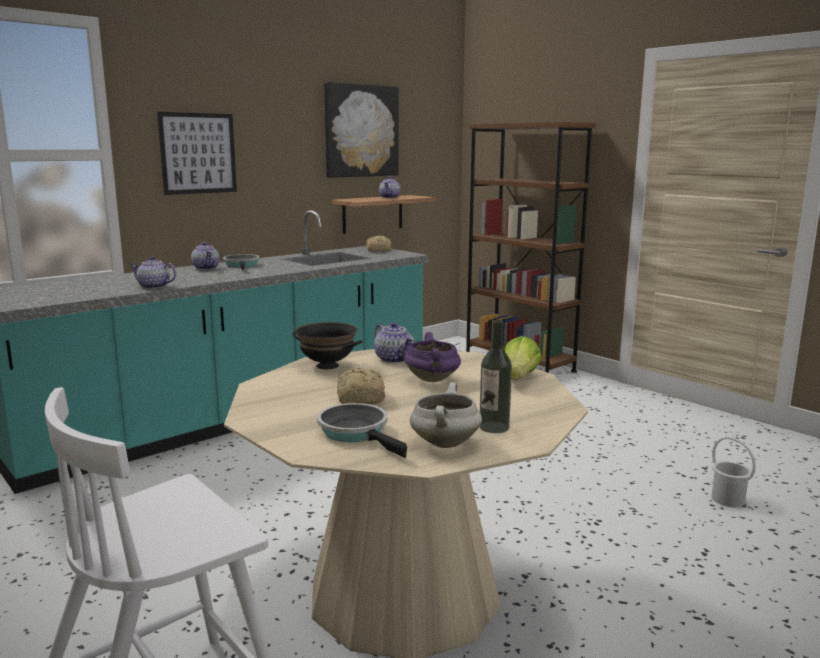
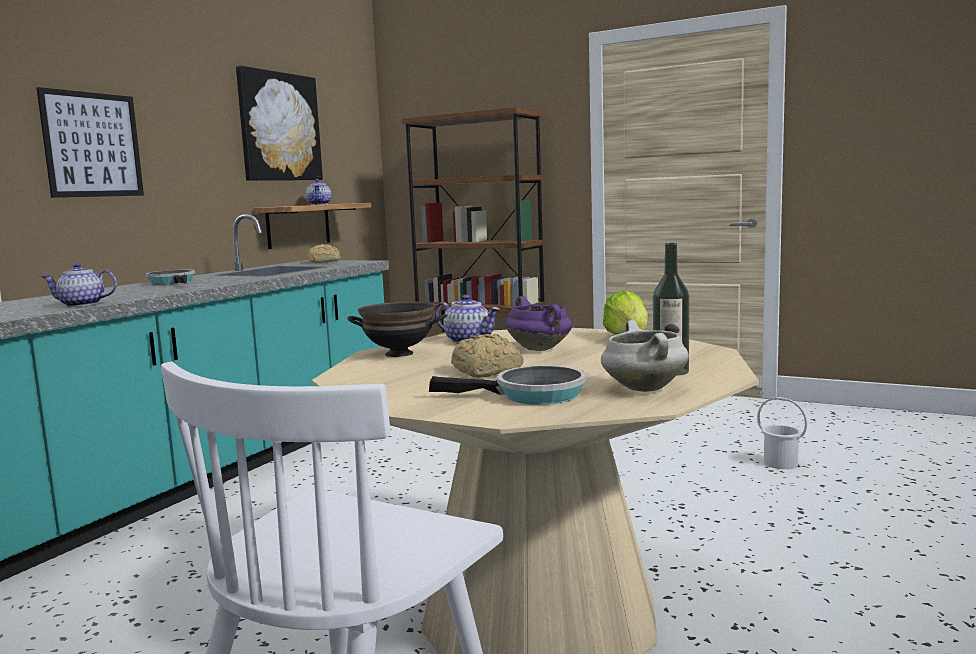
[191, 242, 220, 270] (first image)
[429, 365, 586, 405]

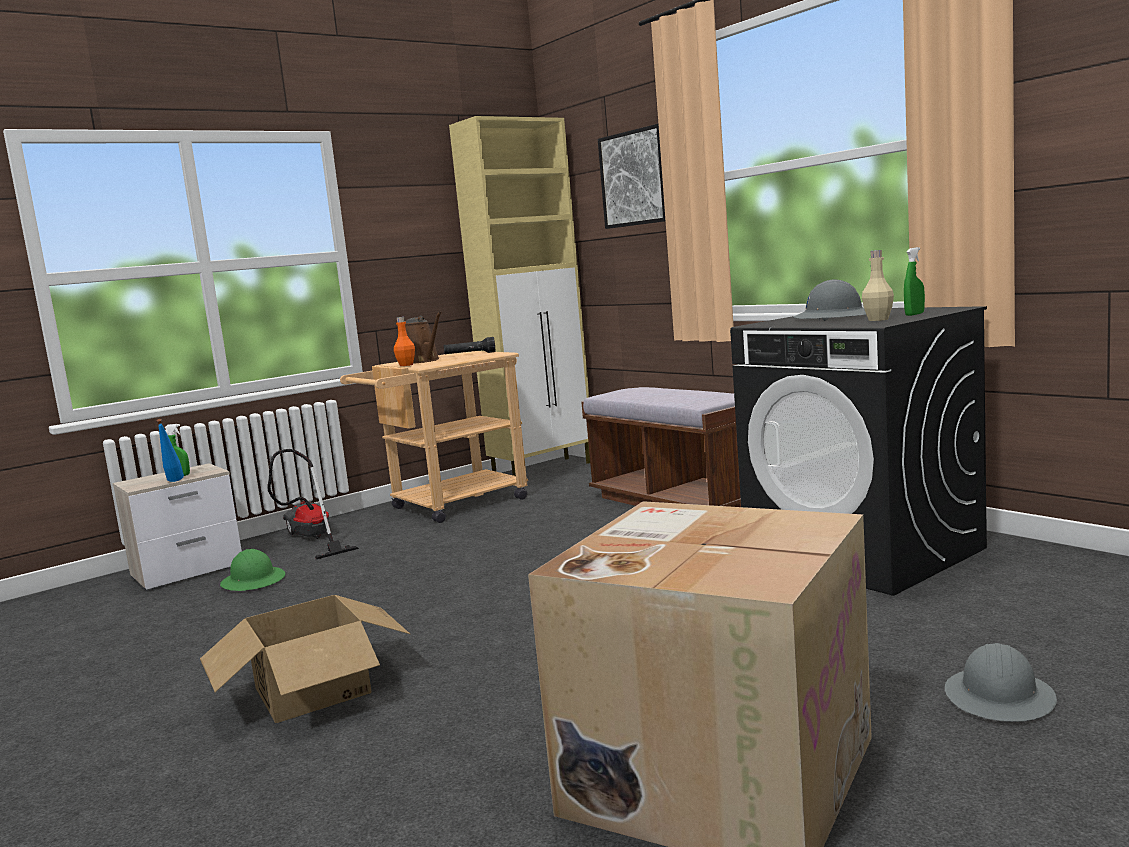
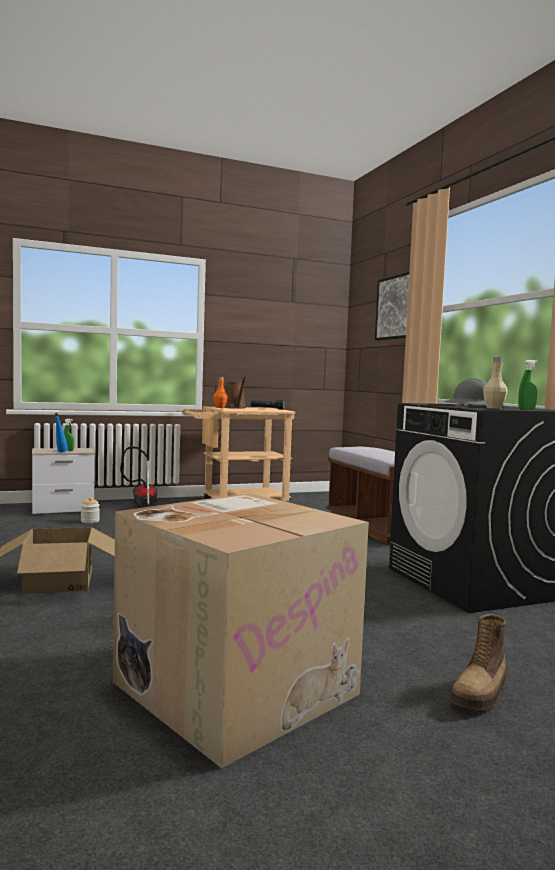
[449, 116, 590, 476] (first image)
[81, 497, 100, 523]
[450, 614, 506, 710]

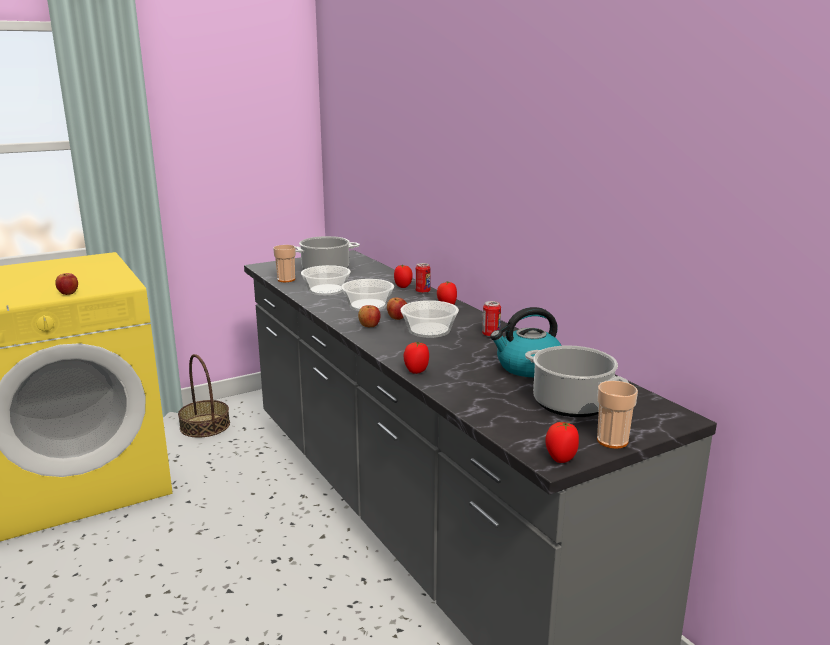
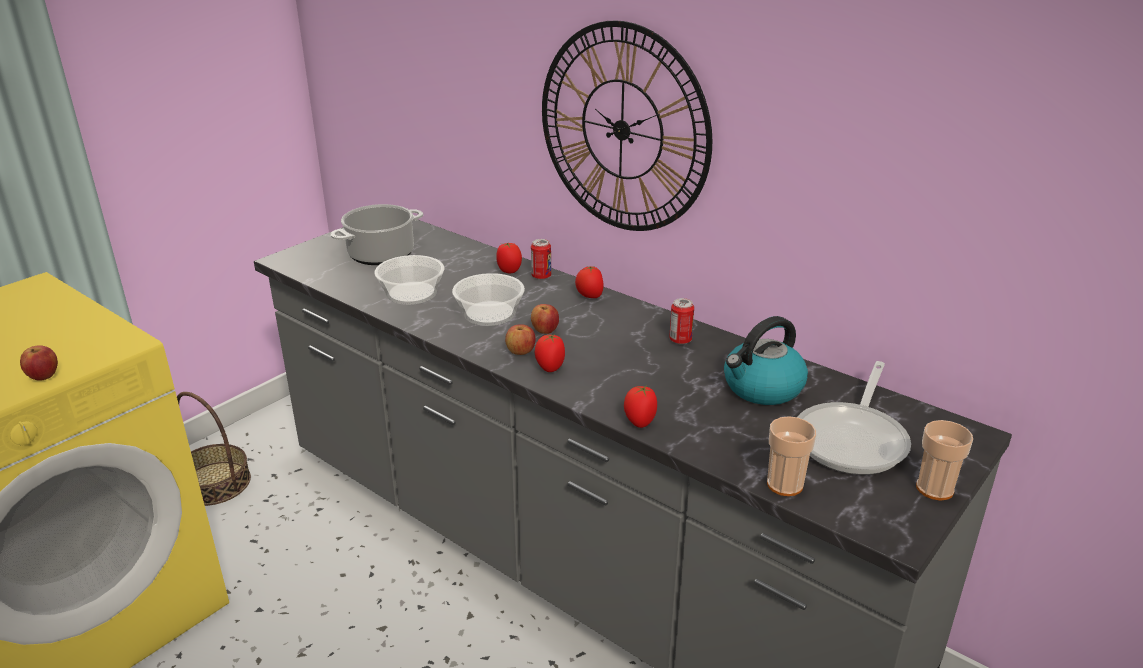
[400, 300, 459, 338] (first image)
[542, 20, 712, 231]
[767, 416, 816, 496]
[535, 334, 565, 372]
[798, 361, 911, 475]

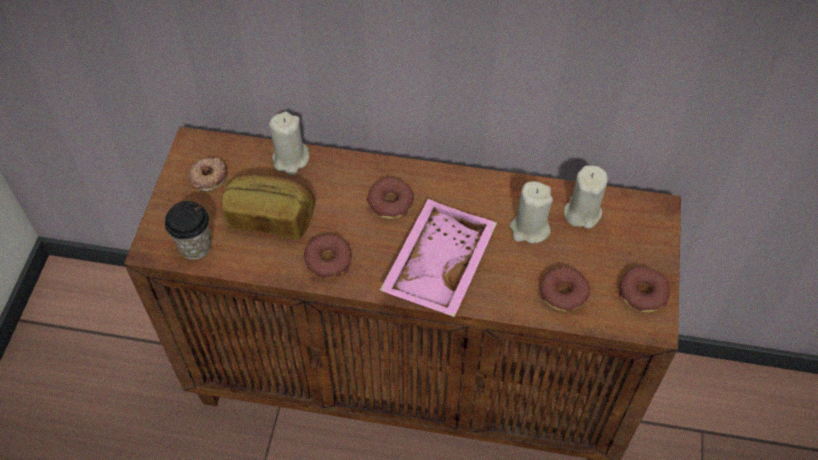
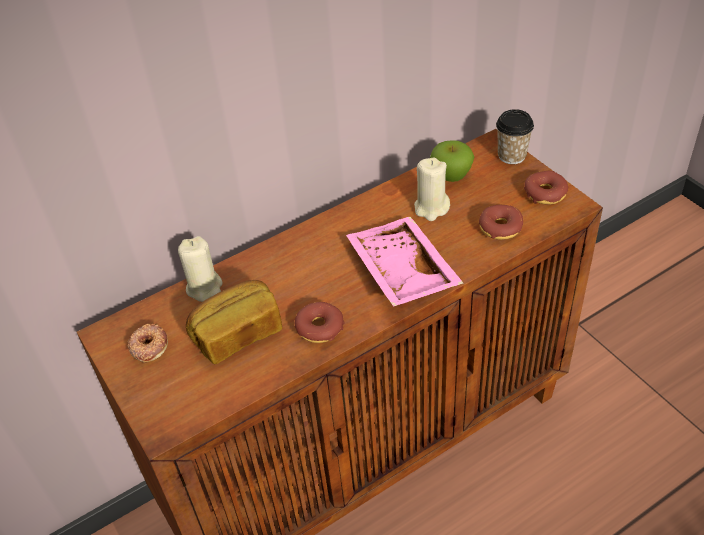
[367, 177, 414, 219] (first image)
[496, 109, 534, 164]
[430, 140, 474, 182]

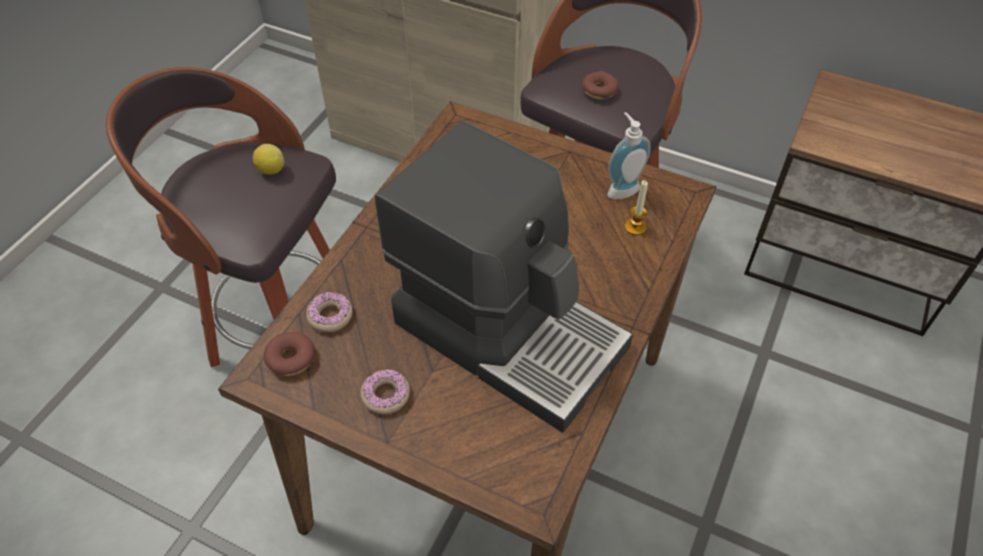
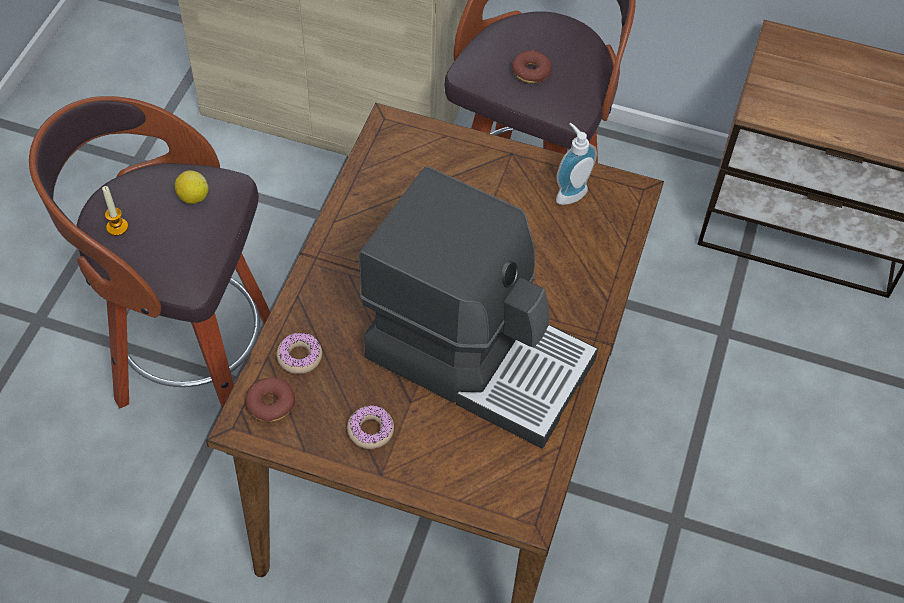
[102, 186, 128, 236]

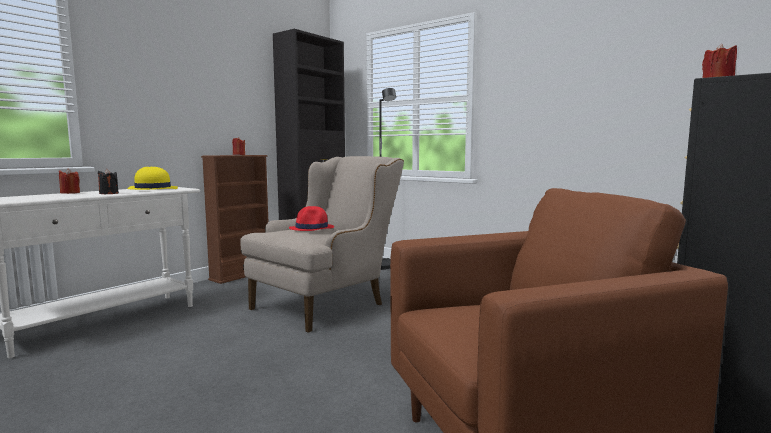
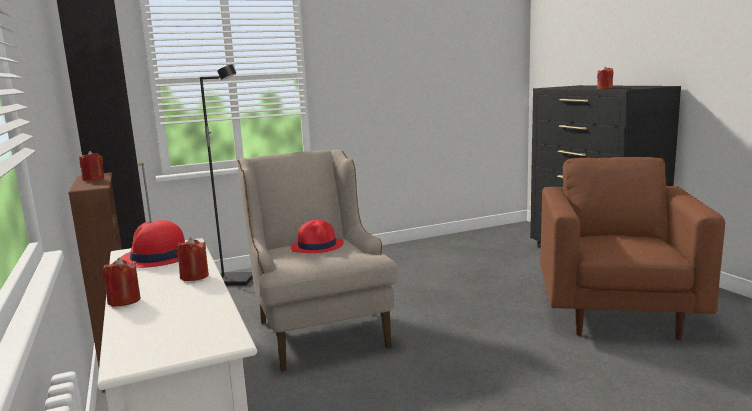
[176, 237, 209, 281]
[120, 220, 185, 268]

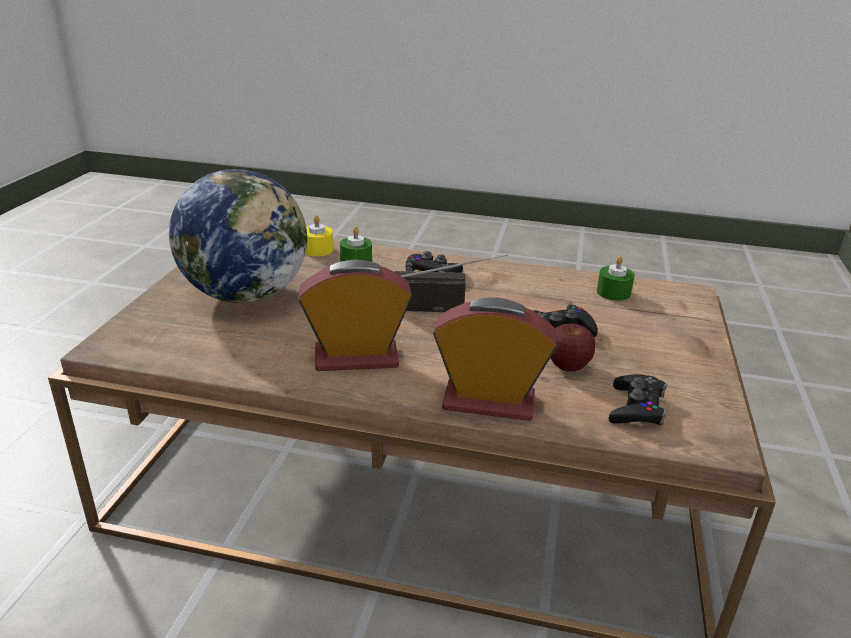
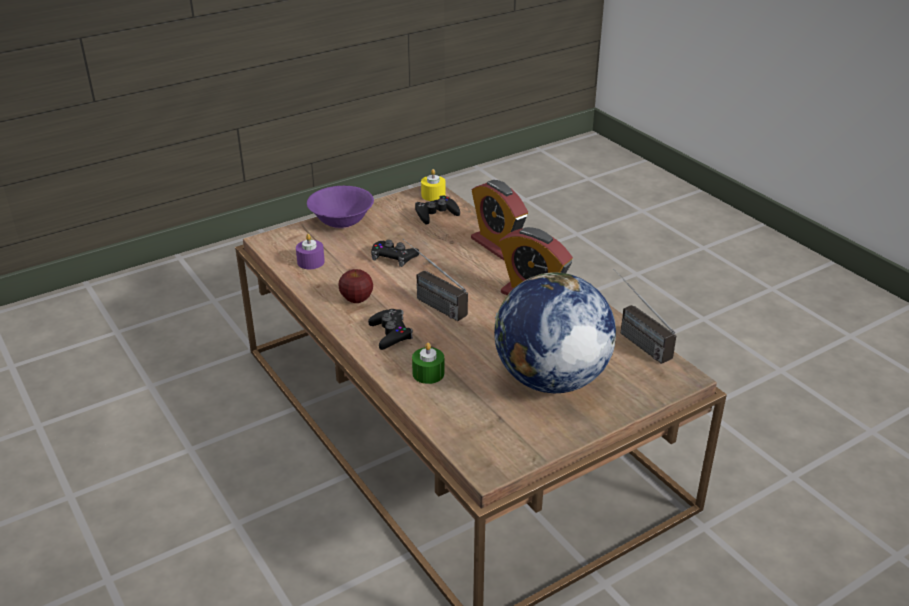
[307, 186, 374, 229]
[614, 269, 676, 364]
[421, 169, 446, 201]
[339, 269, 373, 303]
[296, 234, 325, 269]

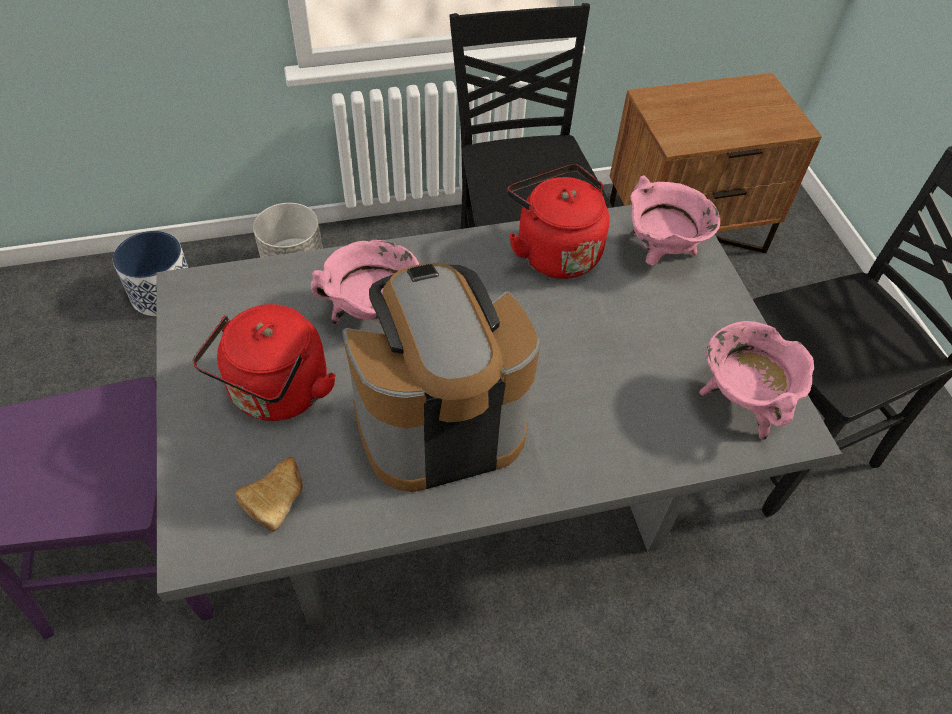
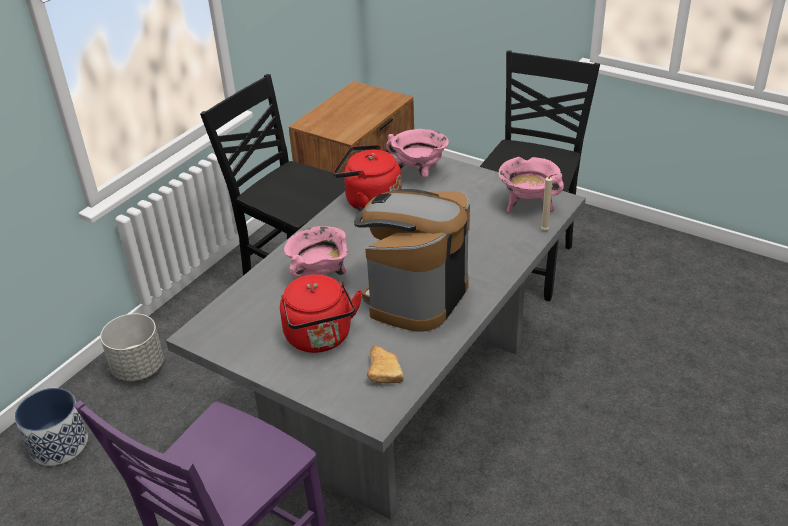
[541, 174, 557, 230]

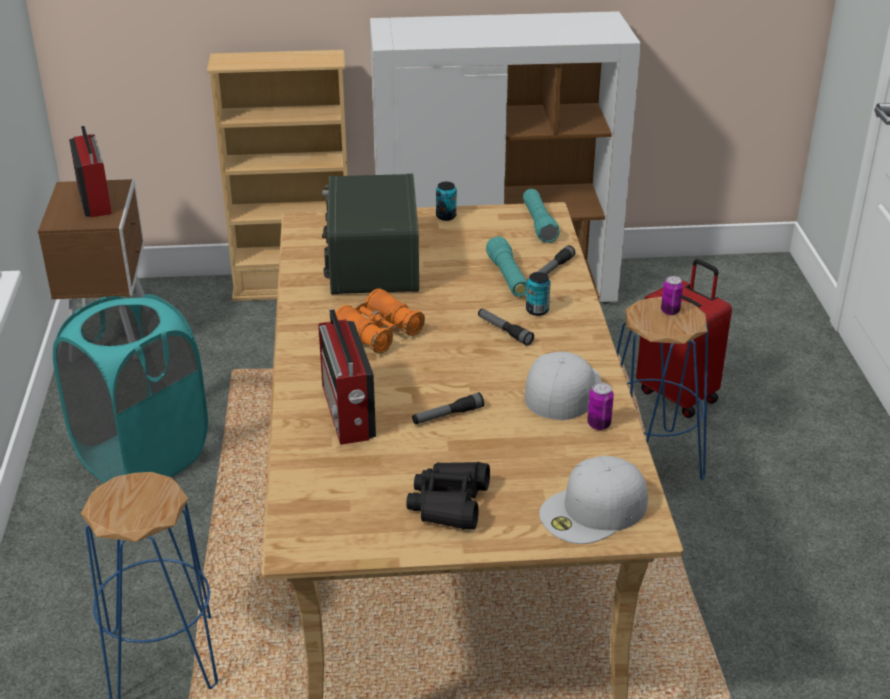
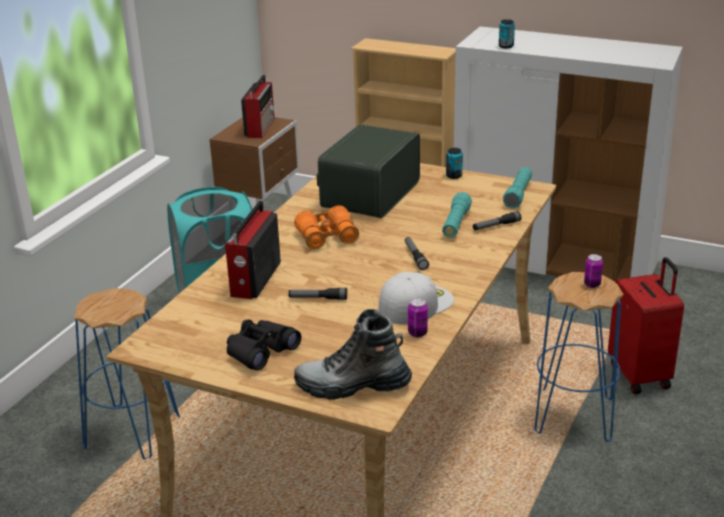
[499, 19, 515, 49]
[294, 309, 412, 400]

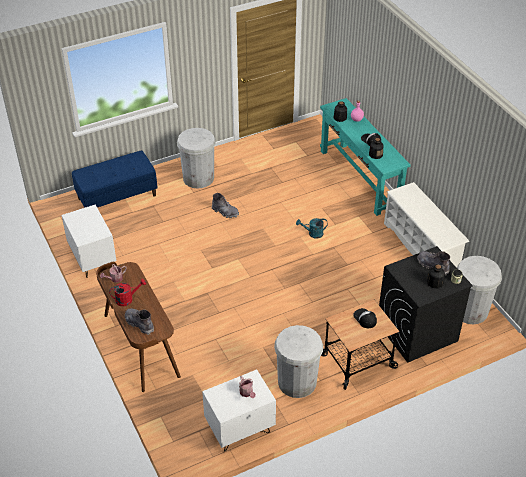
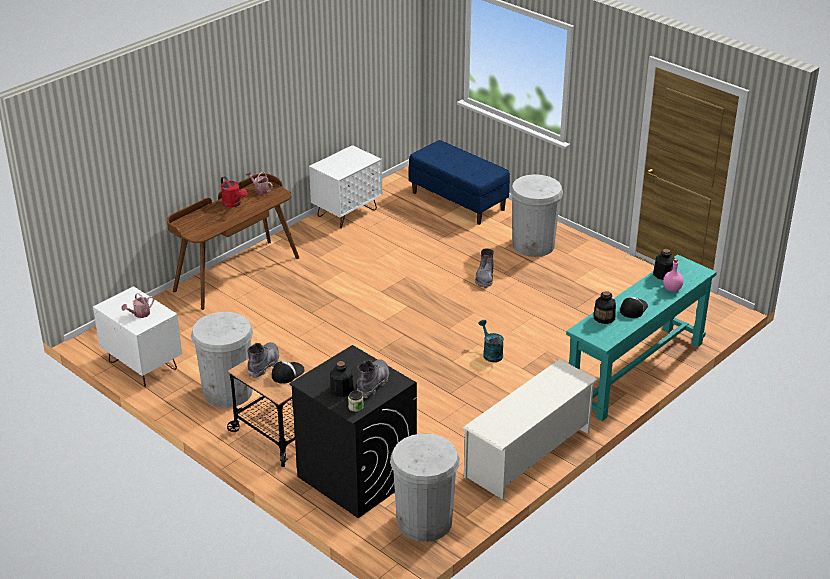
[247, 342, 279, 378]

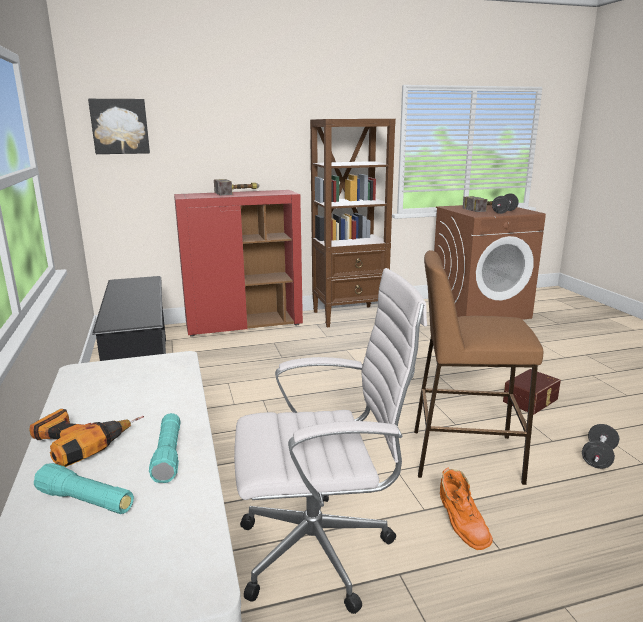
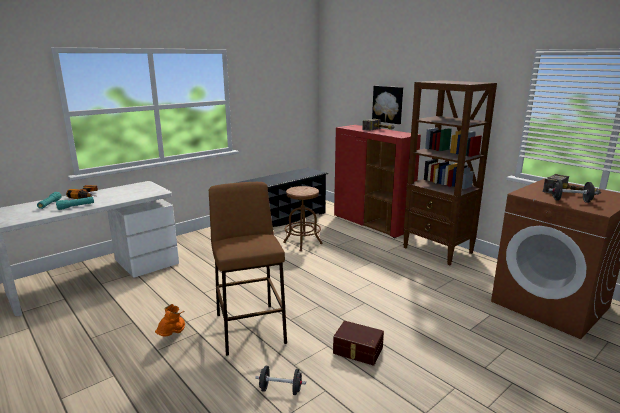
[234, 268, 427, 614] (first image)
[283, 186, 323, 251]
[372, 86, 403, 124]
[155, 304, 185, 336]

